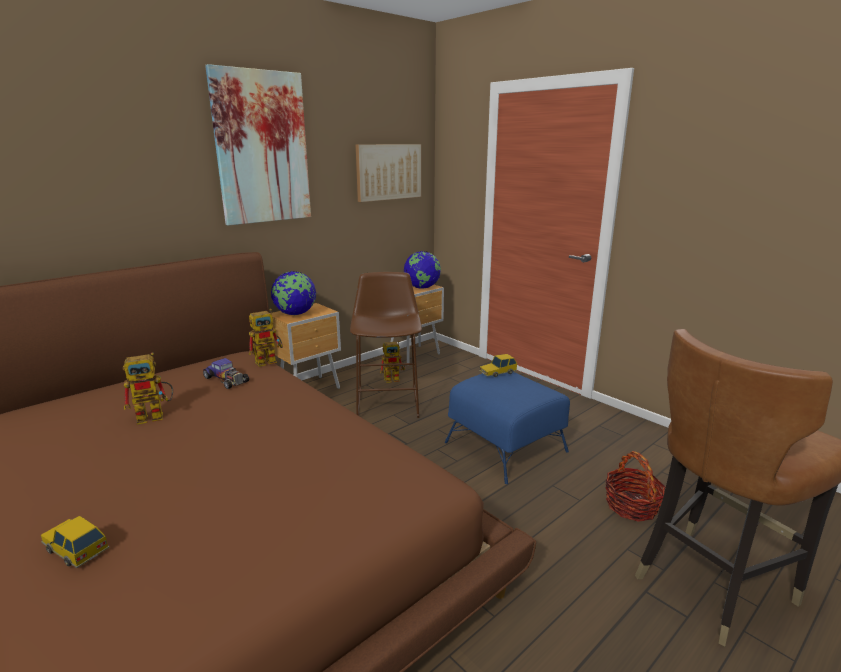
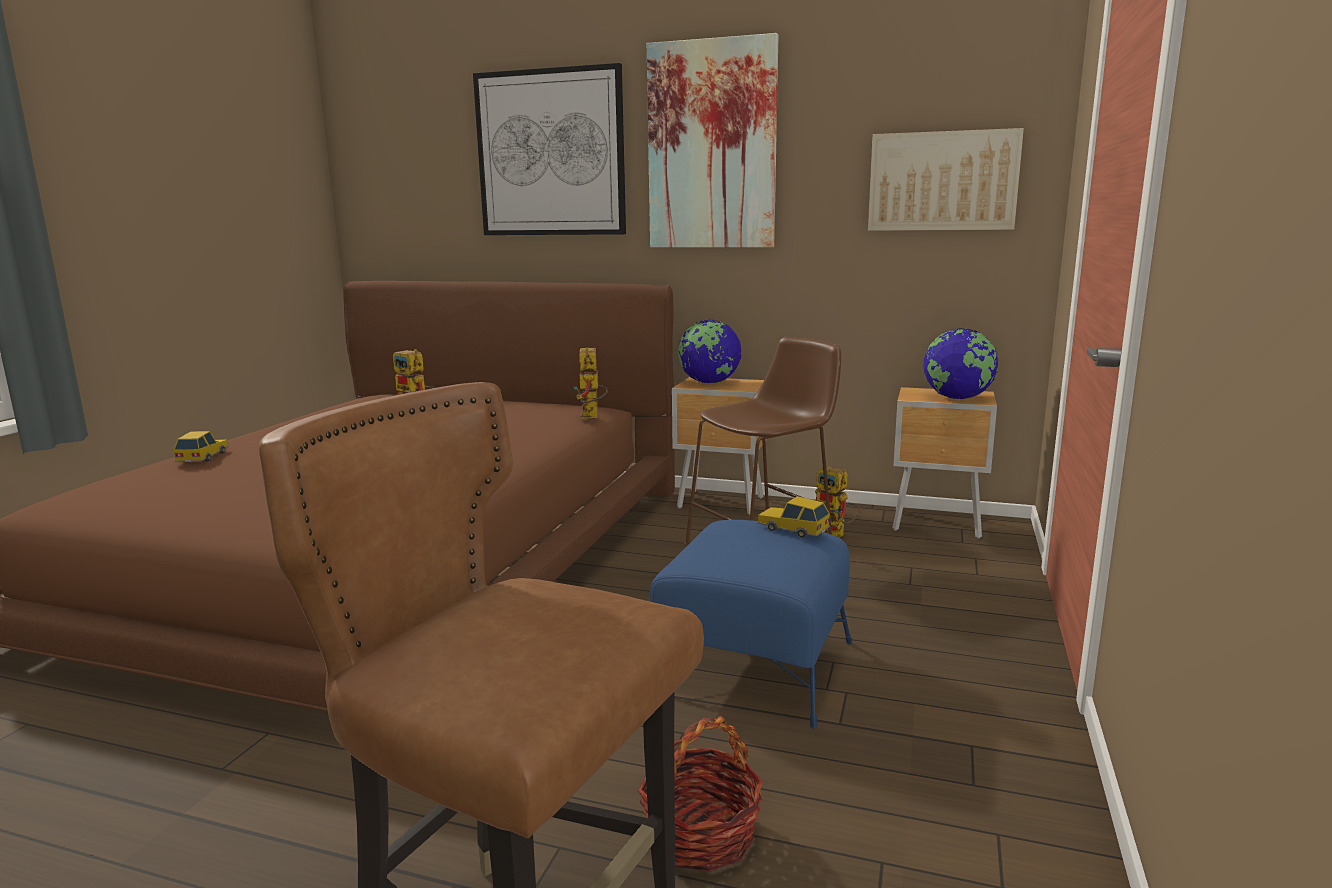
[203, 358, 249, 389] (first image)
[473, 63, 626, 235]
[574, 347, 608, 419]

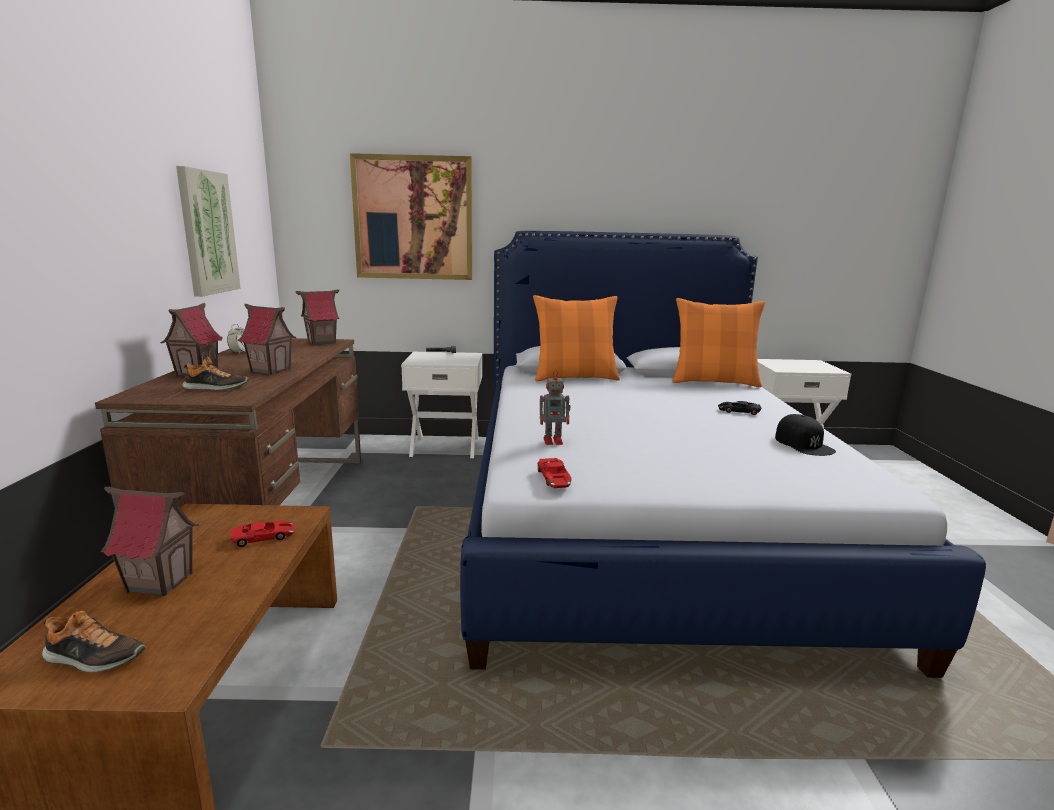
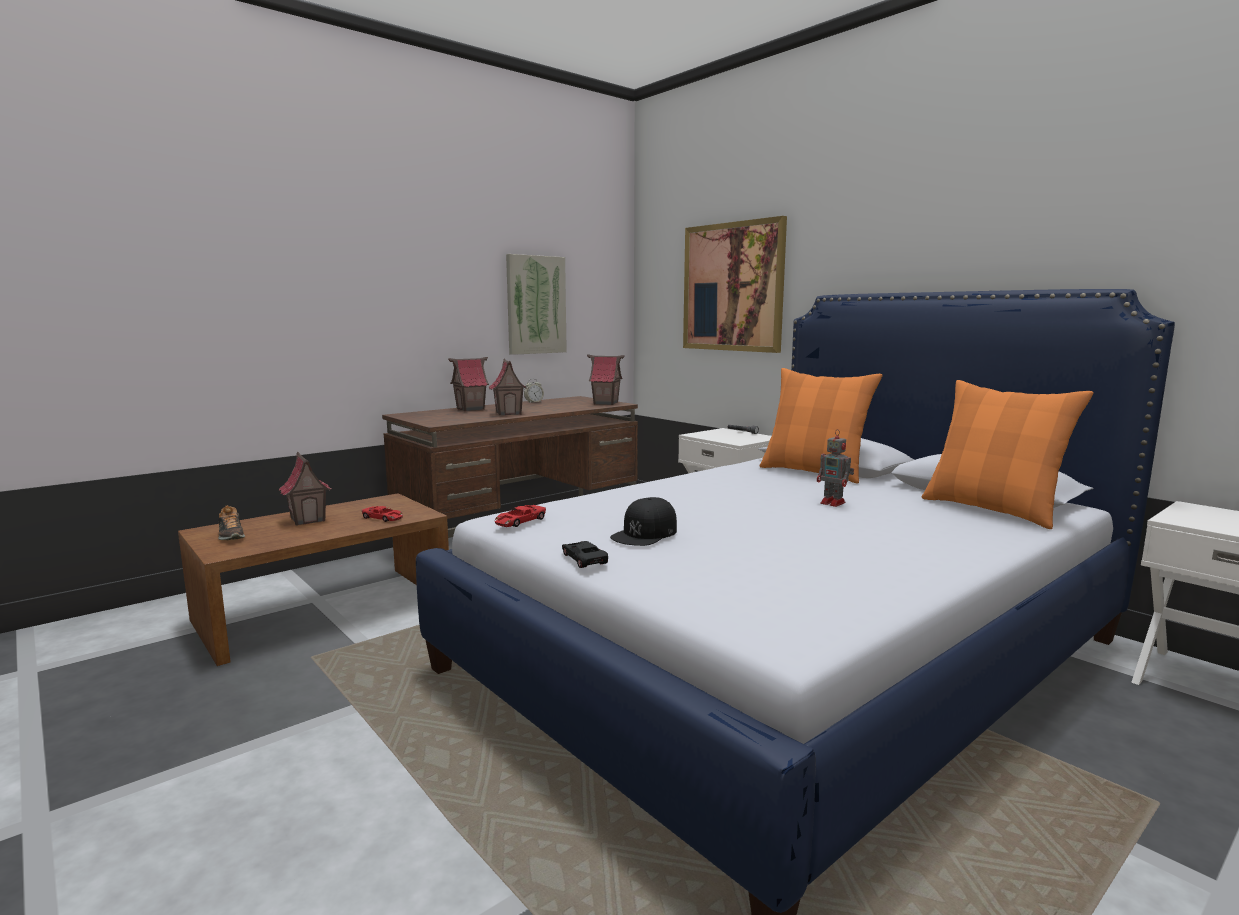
[182, 357, 249, 390] (first image)
[817, 429, 854, 507]
[562, 541, 608, 568]
[610, 497, 677, 546]

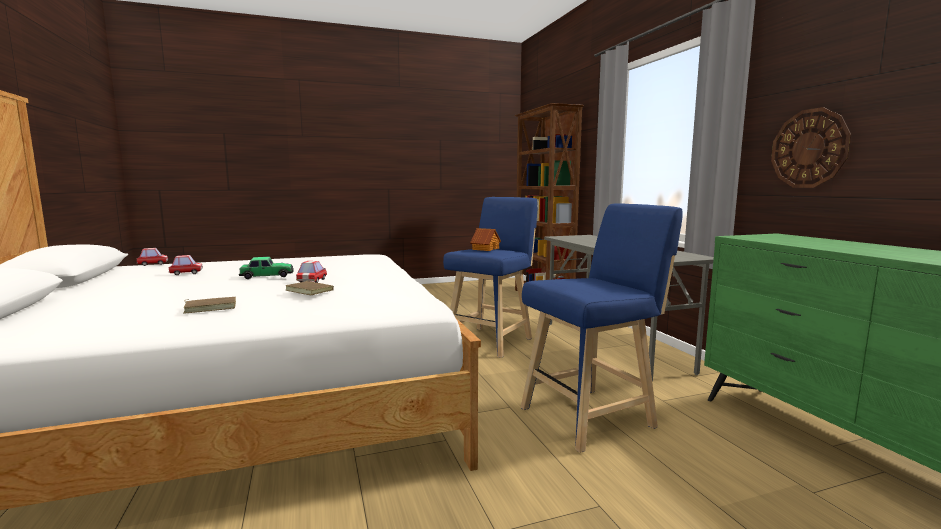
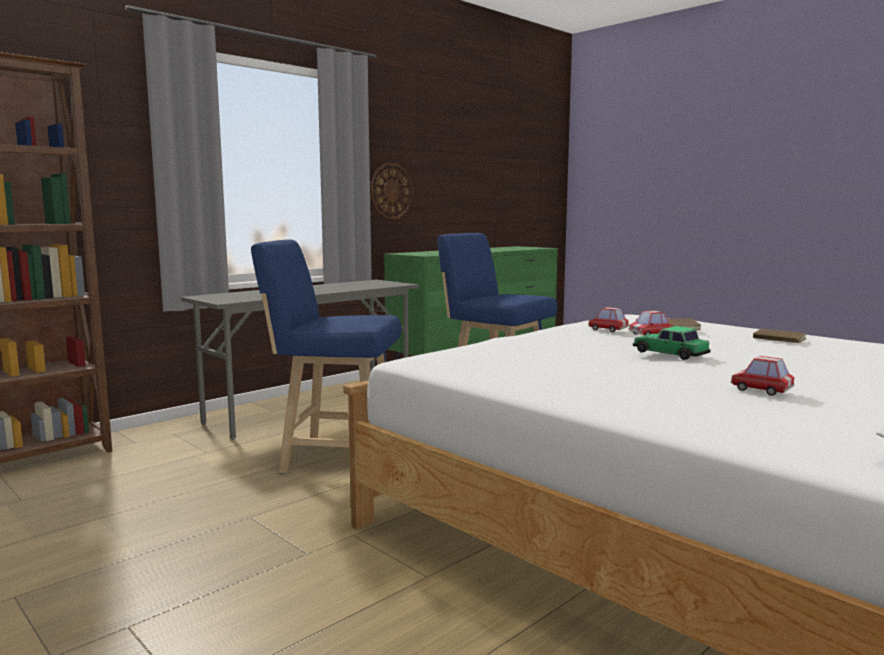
[470, 228, 501, 251] (first image)
[588, 307, 629, 332]

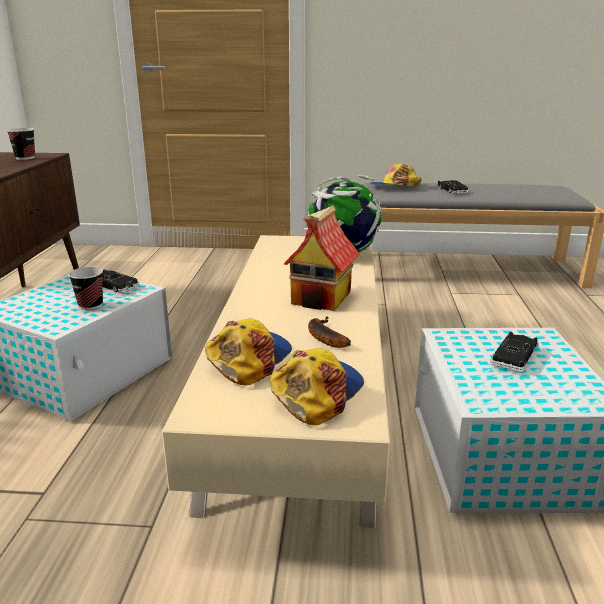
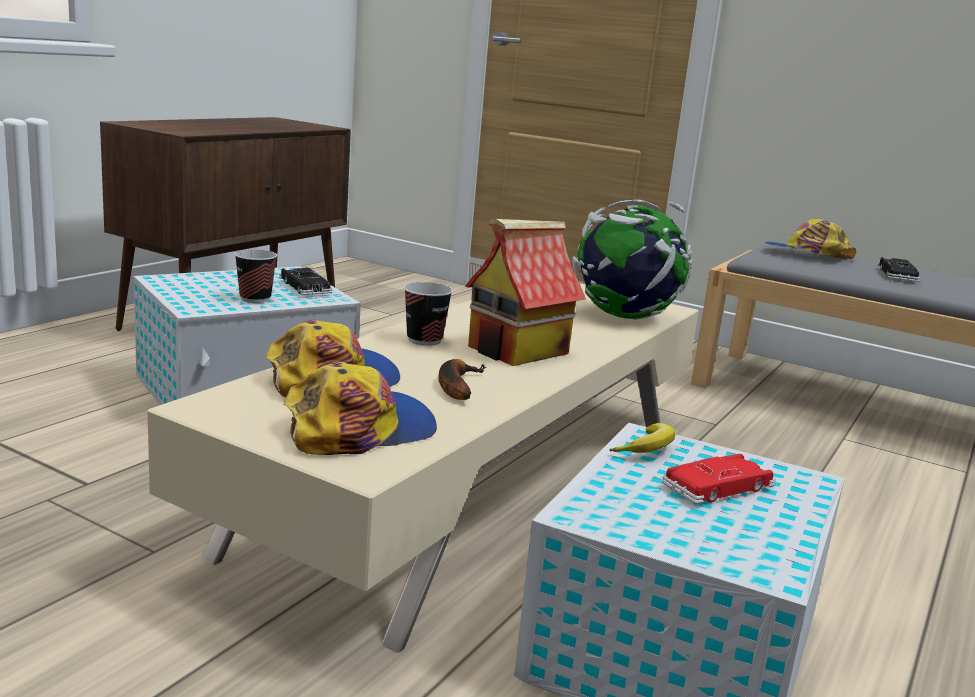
[610, 423, 675, 453]
[404, 282, 453, 346]
[661, 454, 776, 504]

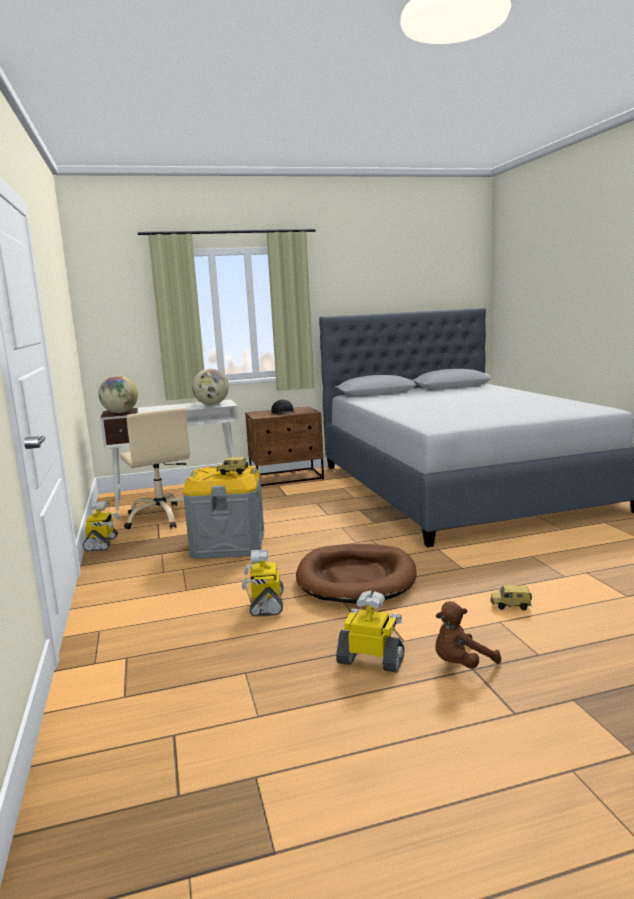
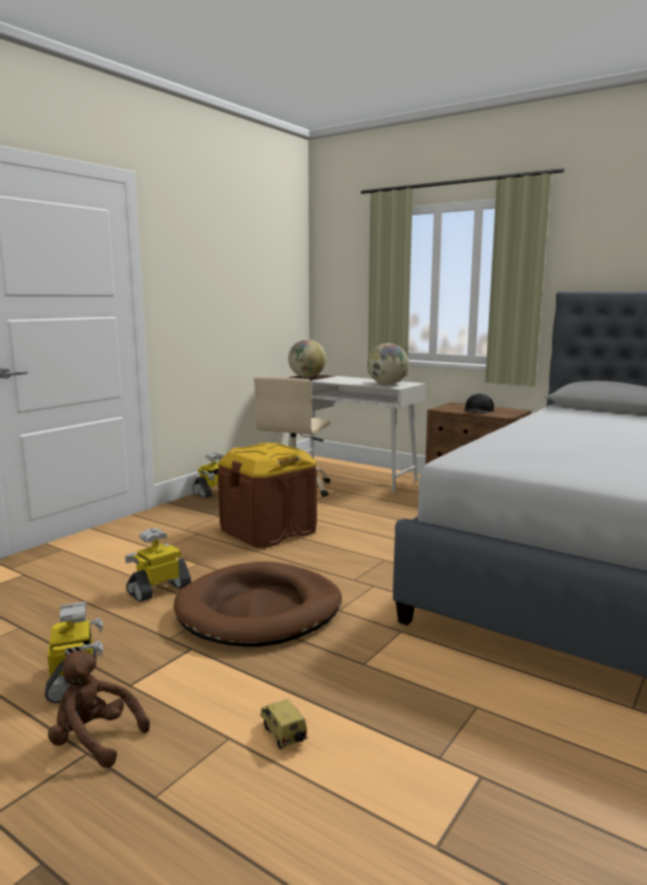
[217, 457, 248, 475] (first image)
[218, 443, 317, 548]

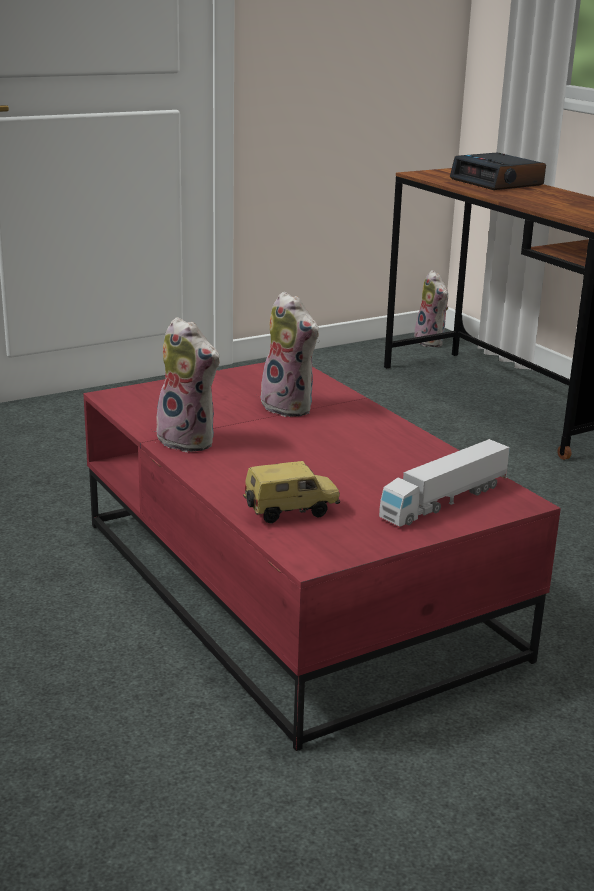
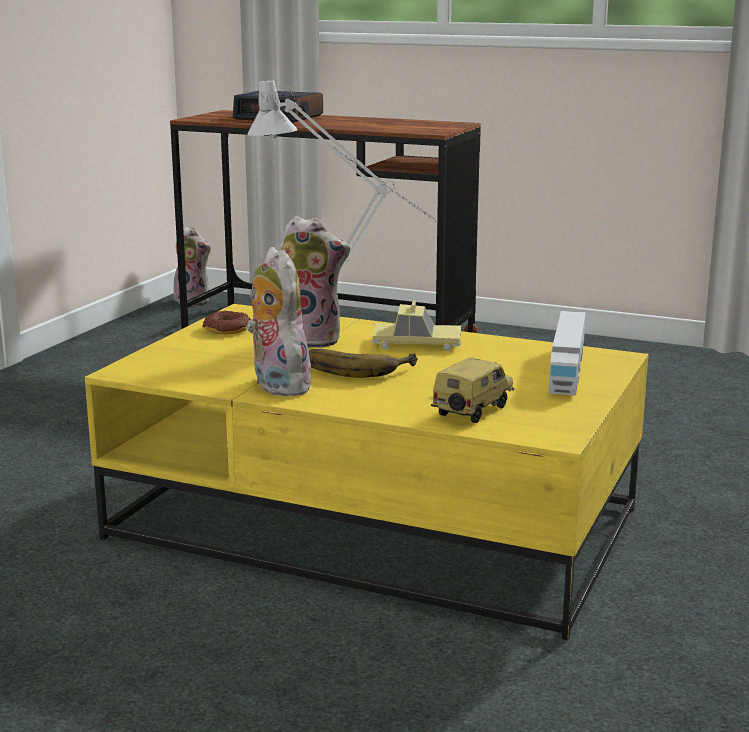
[203, 311, 251, 334]
[248, 76, 437, 274]
[309, 349, 418, 378]
[373, 301, 461, 351]
[85, 304, 649, 640]
[246, 247, 315, 396]

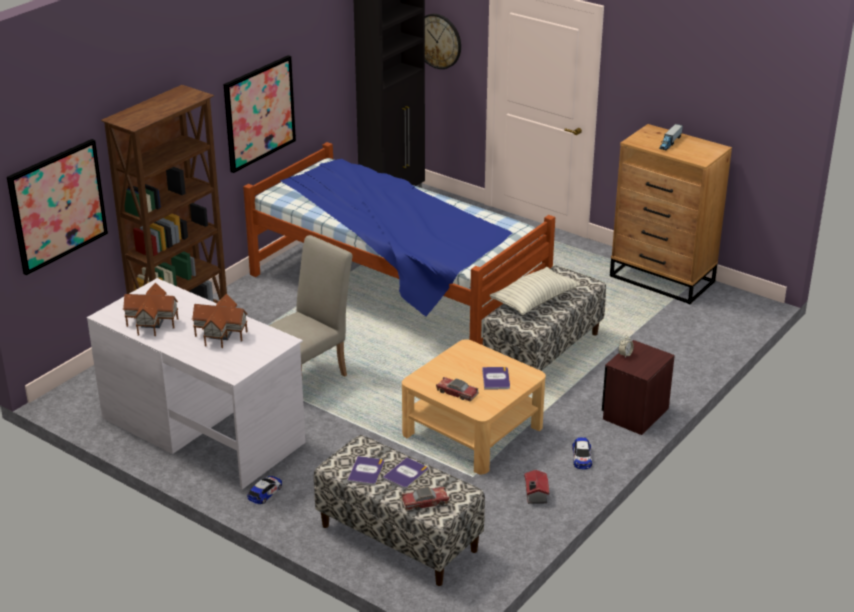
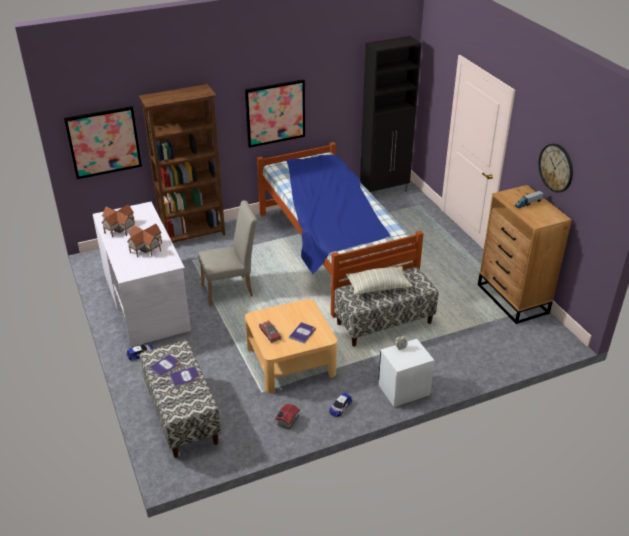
[401, 487, 450, 510] (first image)
[539, 144, 573, 193]
[378, 339, 434, 407]

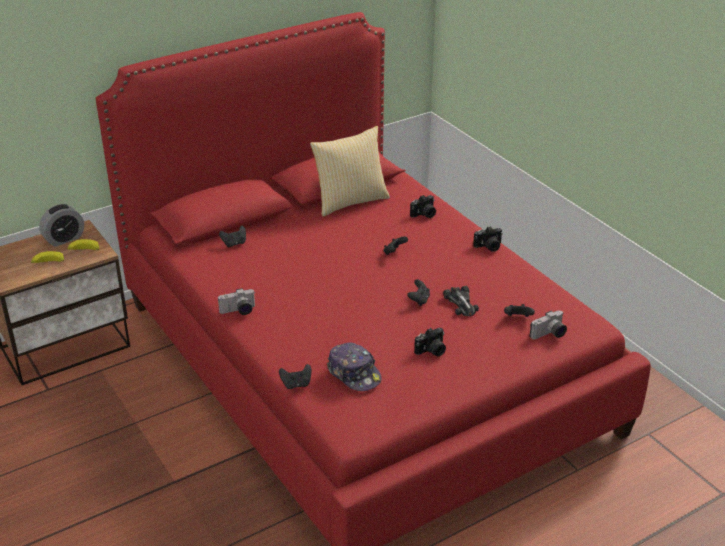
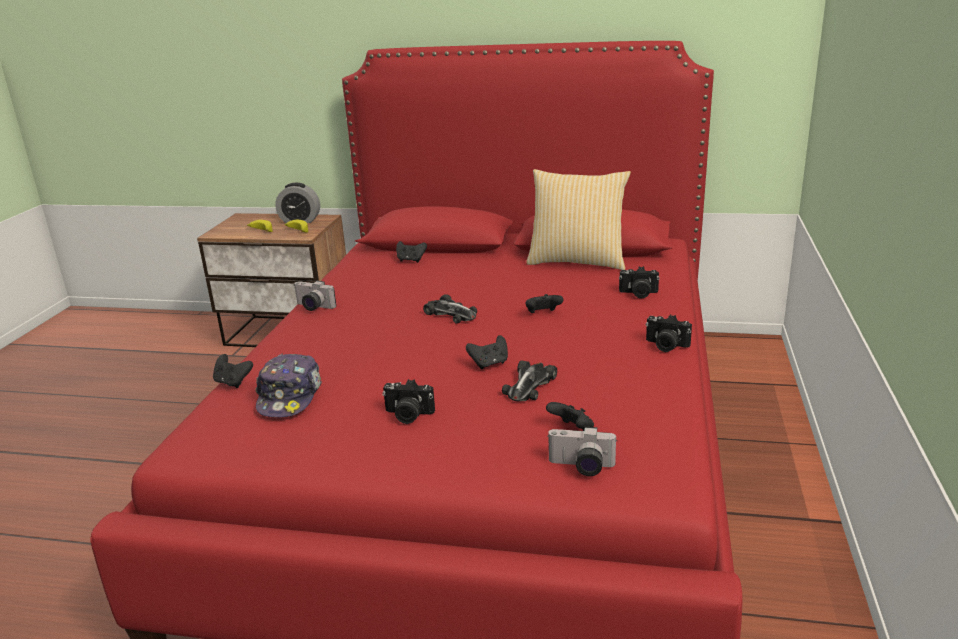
[423, 294, 477, 324]

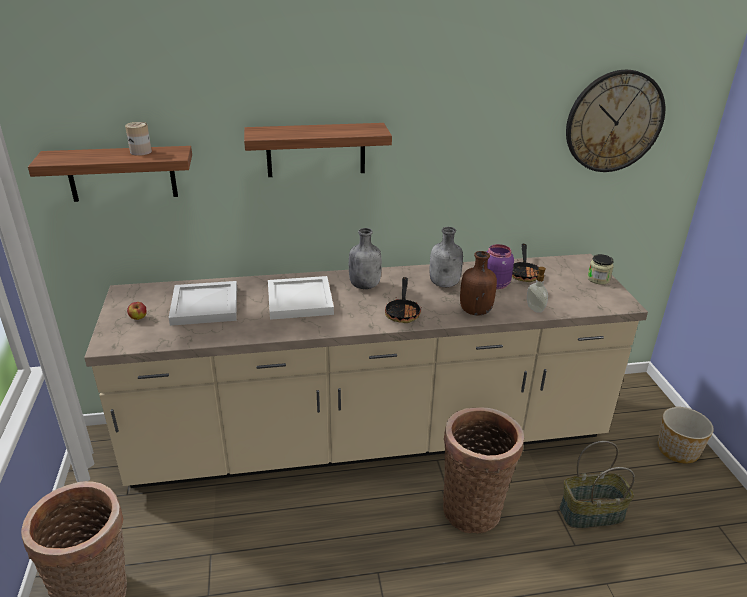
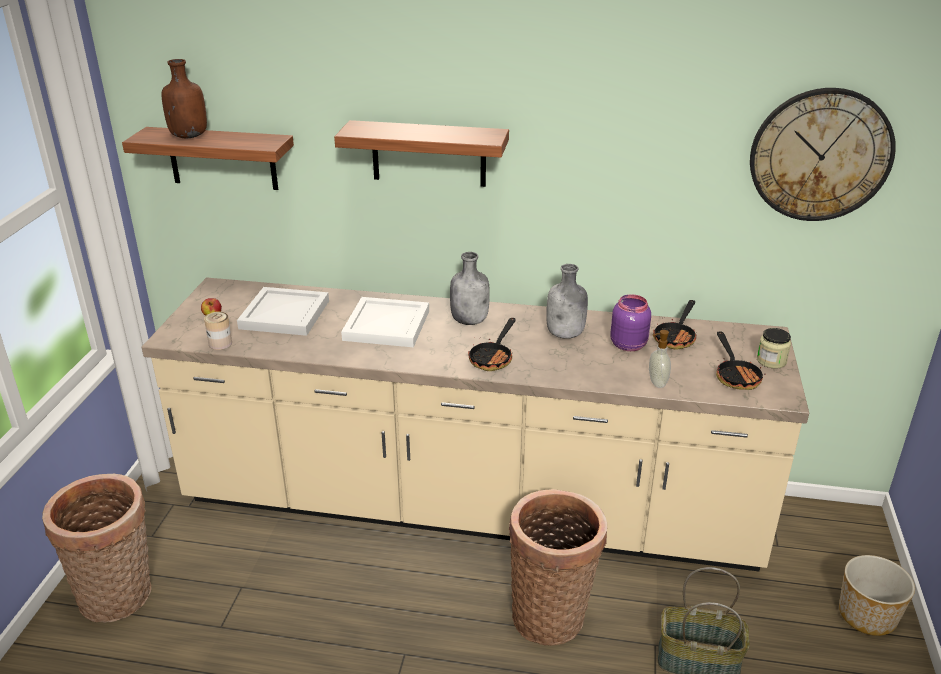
[716, 331, 766, 390]
[204, 312, 232, 350]
[161, 59, 207, 138]

